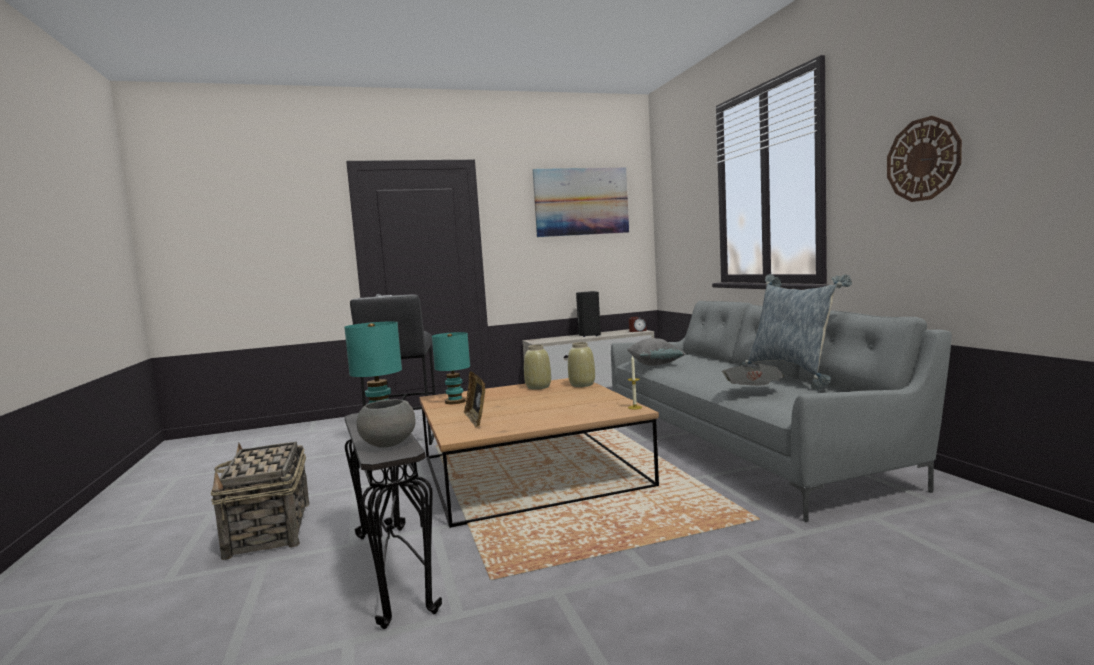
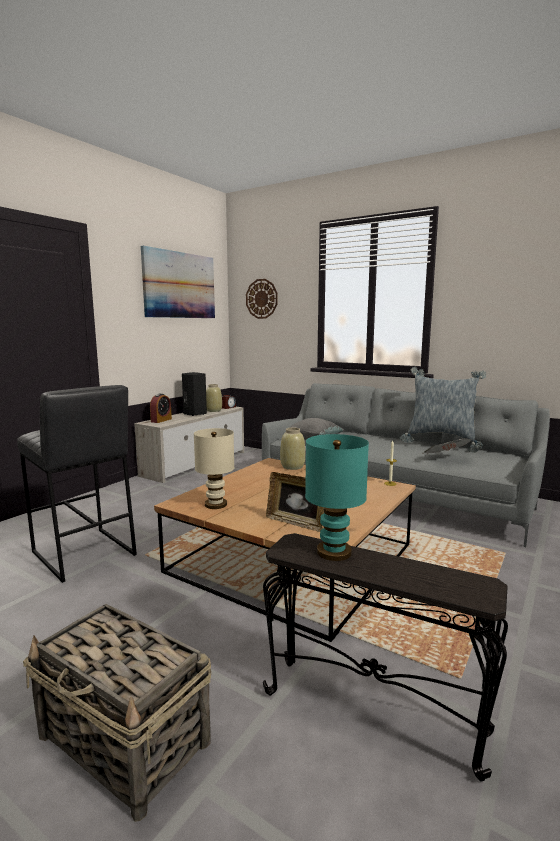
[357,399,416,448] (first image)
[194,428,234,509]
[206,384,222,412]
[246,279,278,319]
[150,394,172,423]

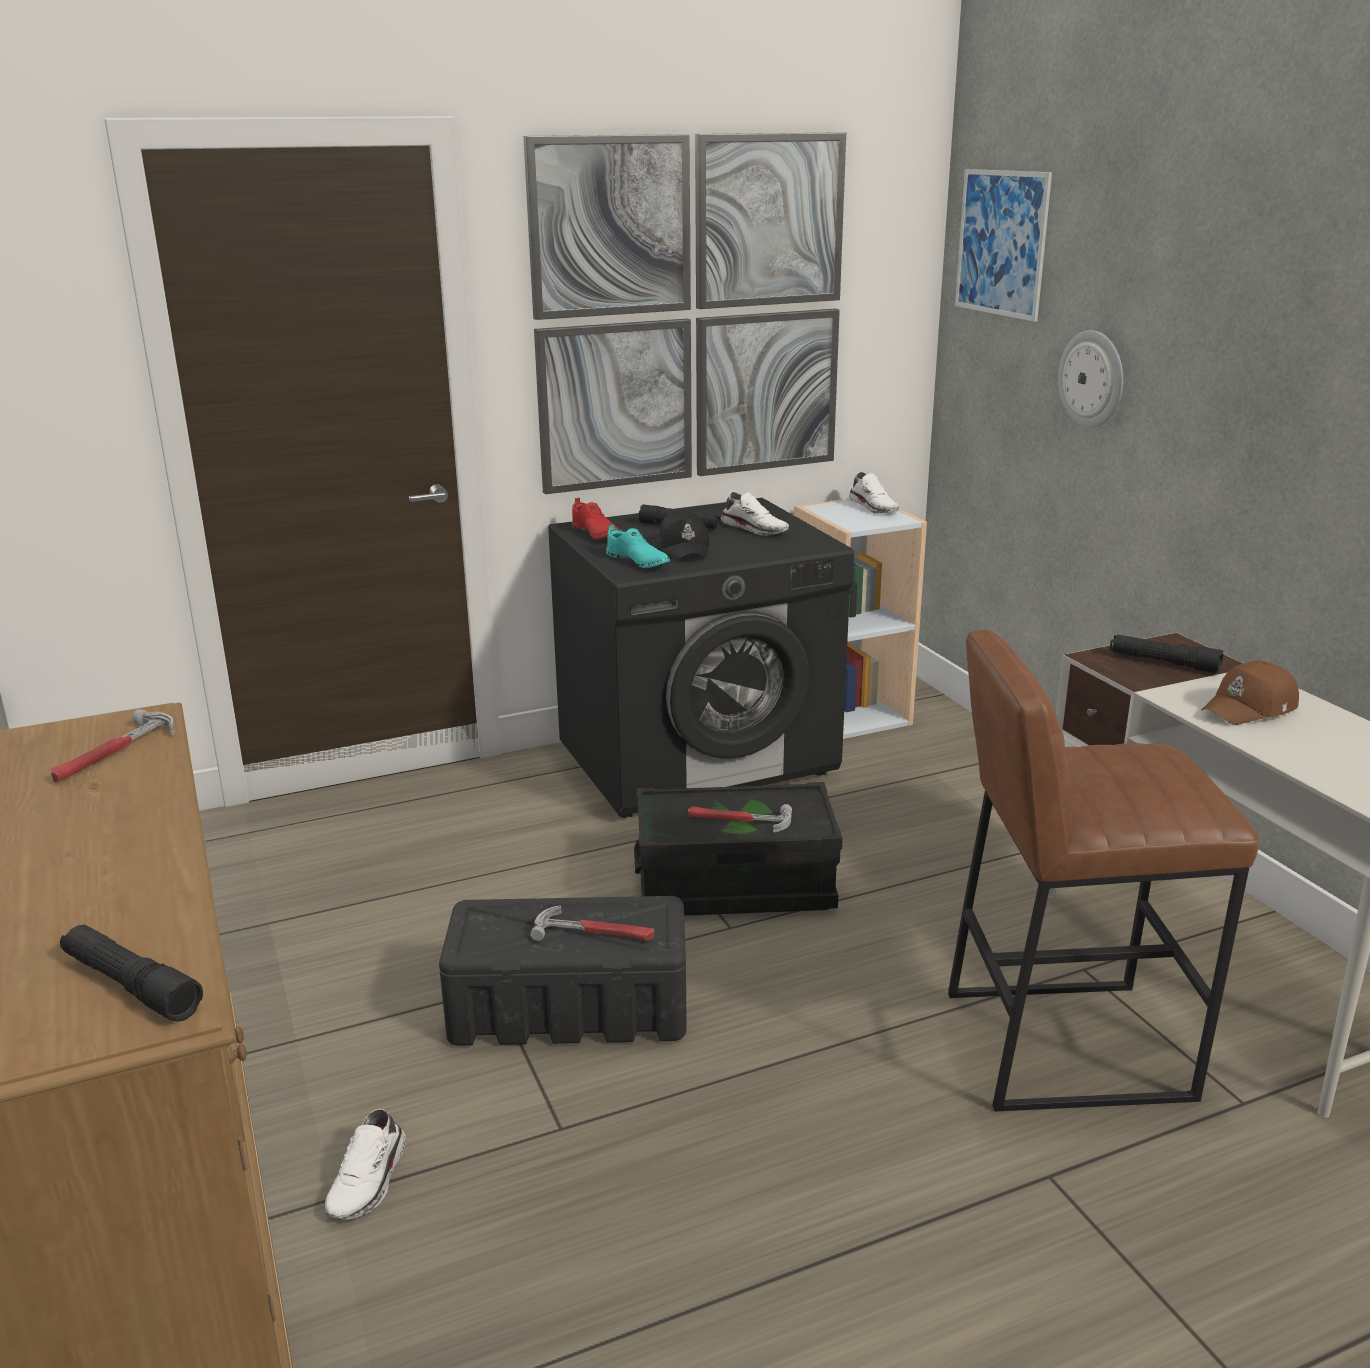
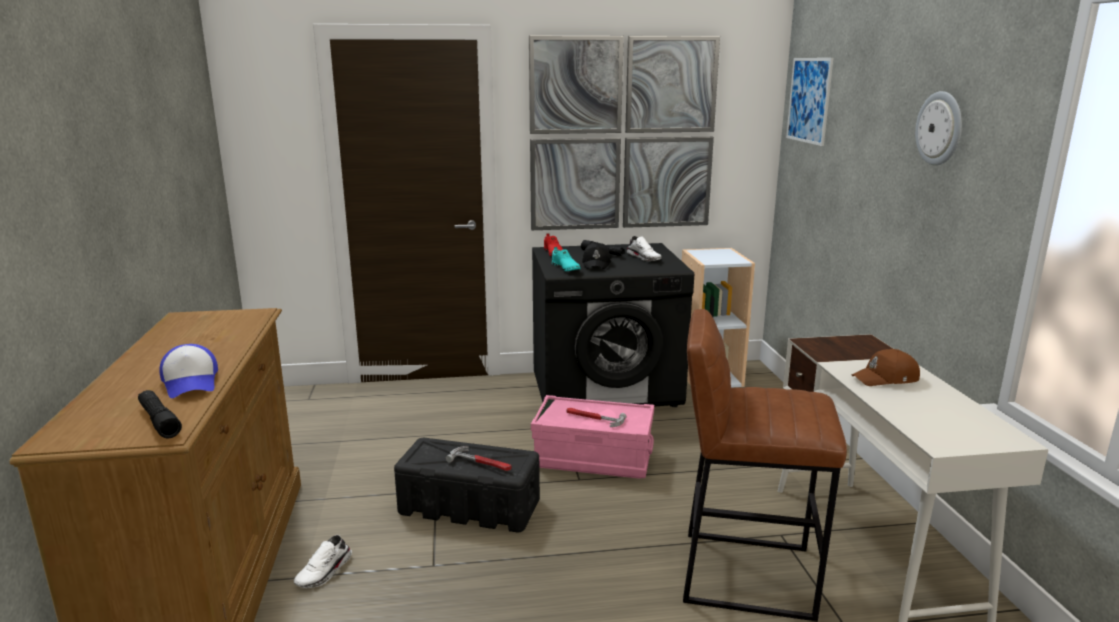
[51,709,175,782] (first image)
[531,395,654,479]
[849,472,899,514] (first image)
[915,91,962,166]
[1110,634,1224,674] (first image)
[159,344,218,398]

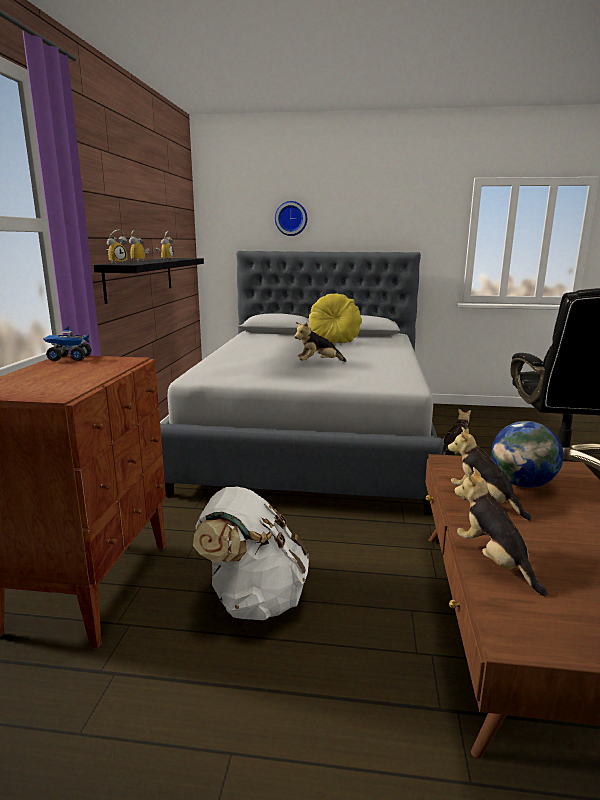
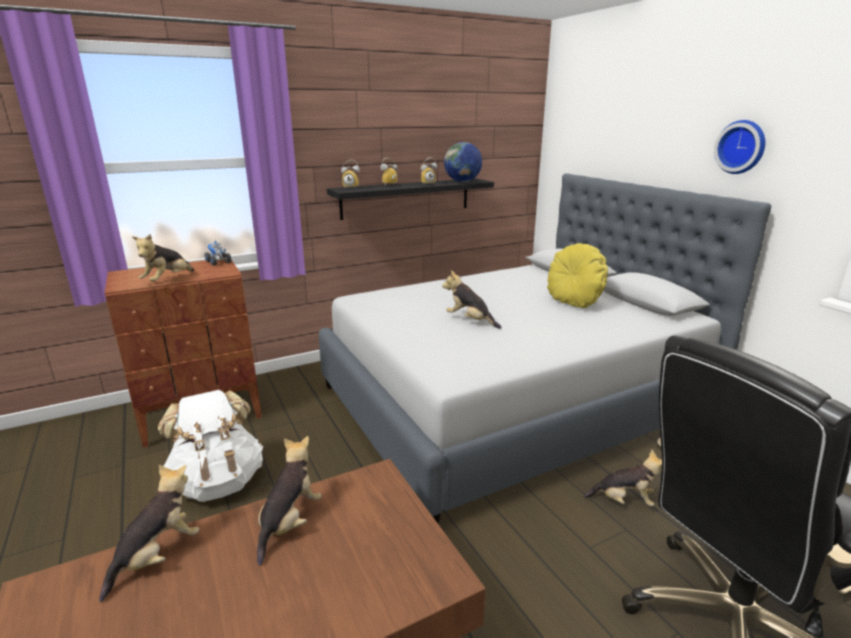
[714,120,765,174]
[444,142,482,182]
[132,234,194,282]

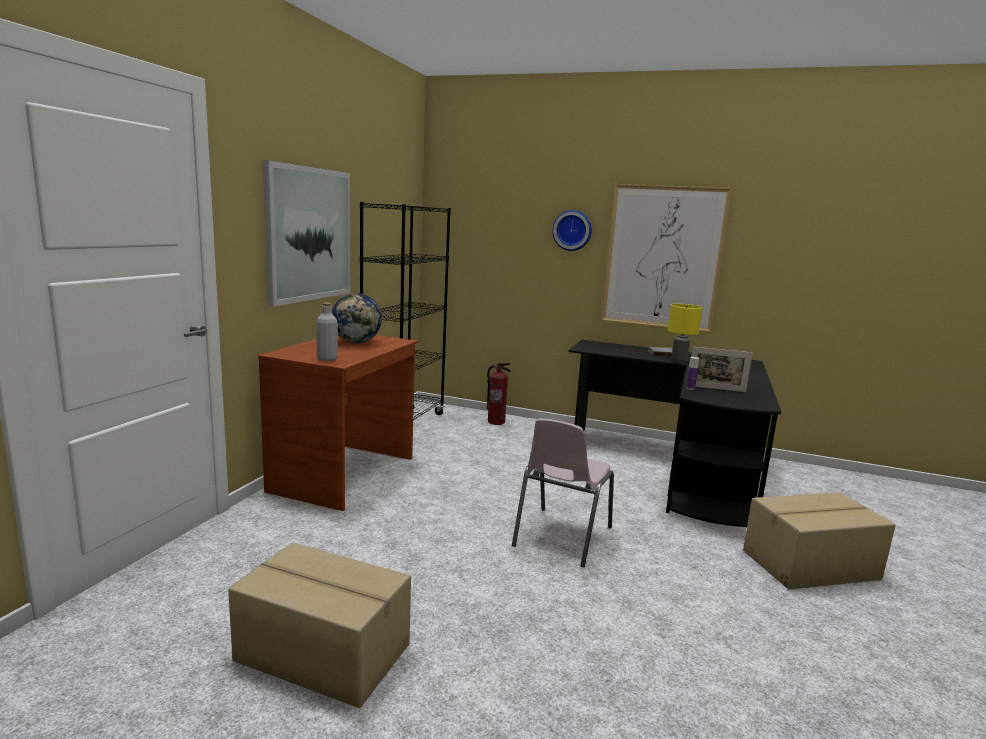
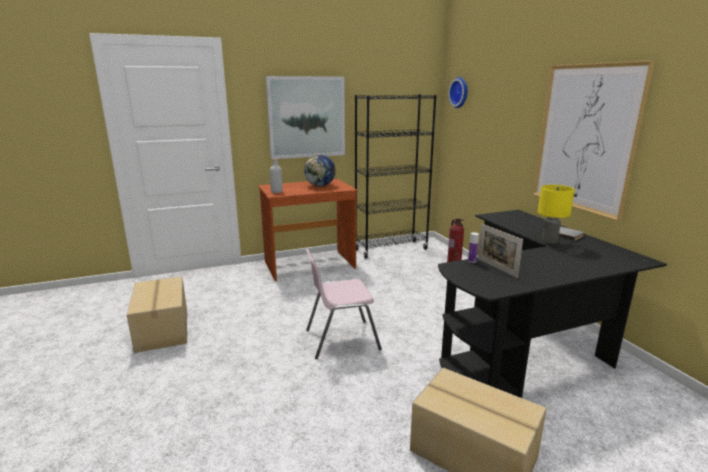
[448,77,468,108]

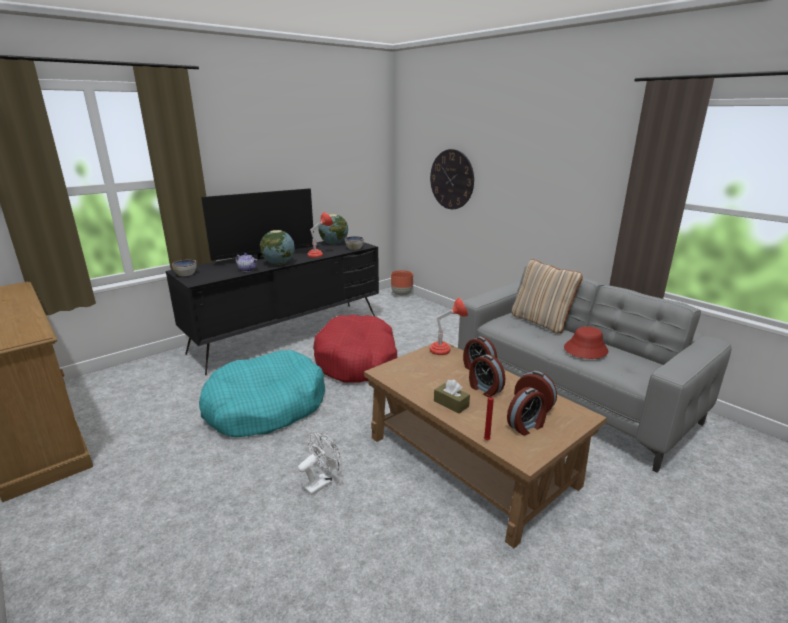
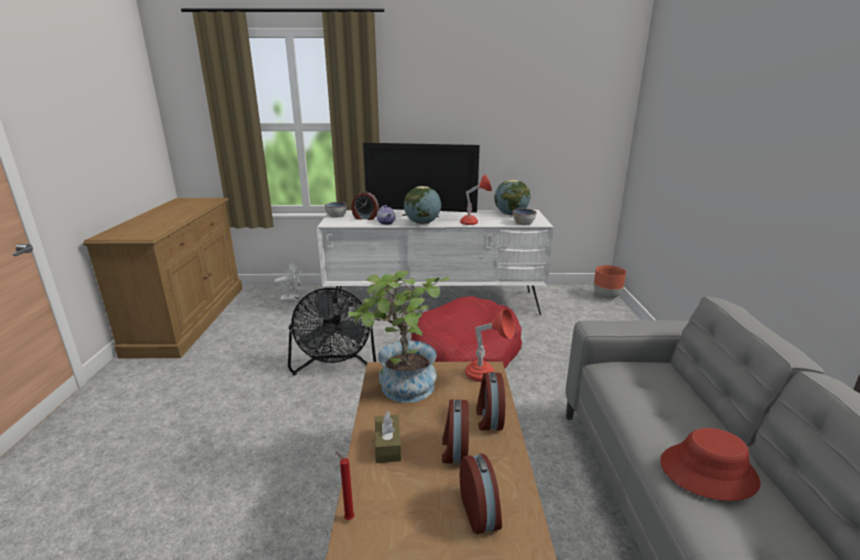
[317,210,554,315]
[288,288,376,376]
[275,263,303,301]
[430,149,474,209] (first image)
[352,191,379,220]
[512,259,583,334] (first image)
[348,271,449,403]

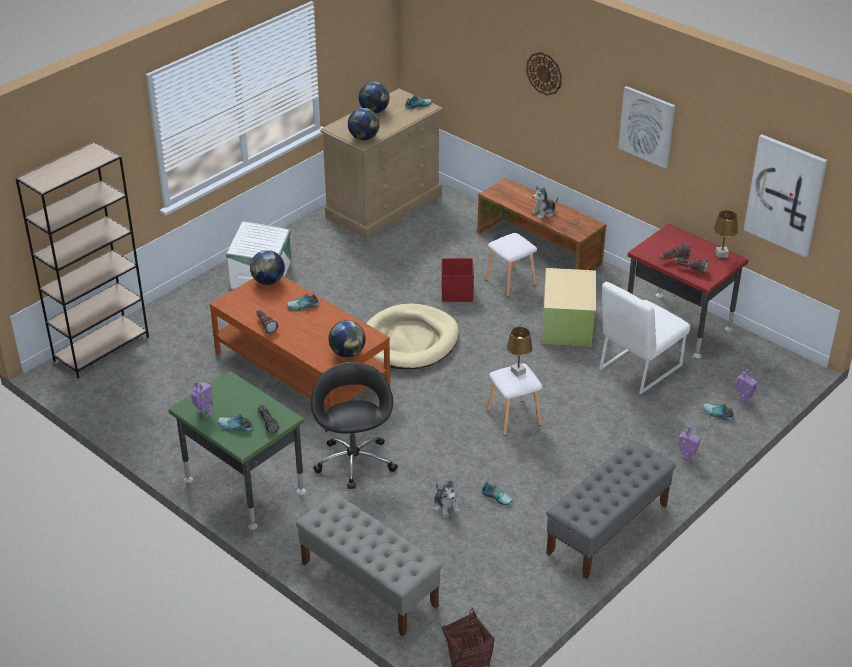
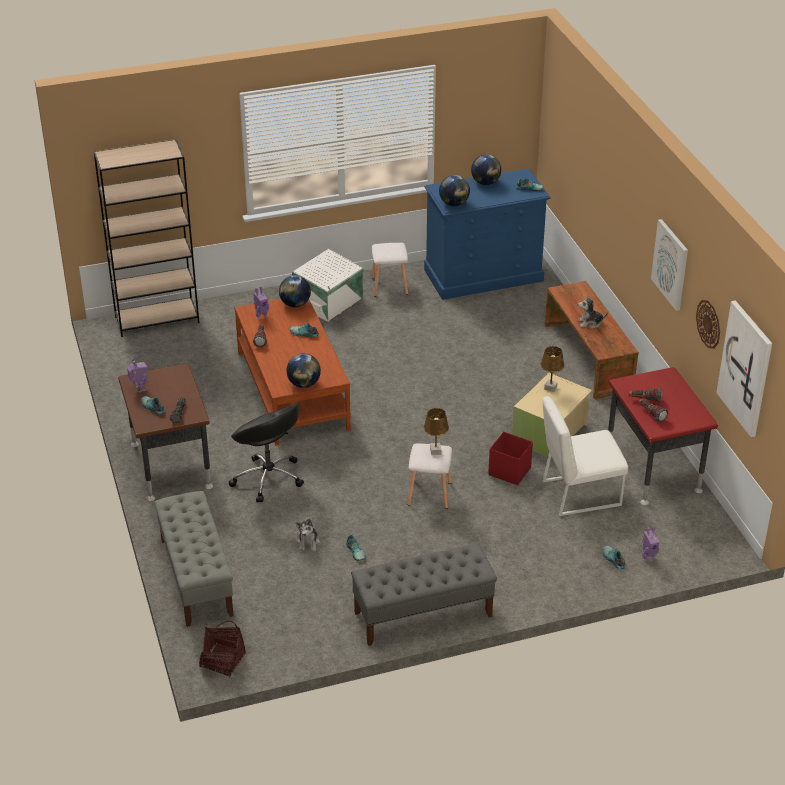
[118,363,213,501]
[229,403,304,502]
[424,169,551,300]
[366,304,459,369] (first image)
[488,432,533,485]
[371,243,408,297]
[696,300,720,349]
[253,286,269,320]
[541,346,564,392]

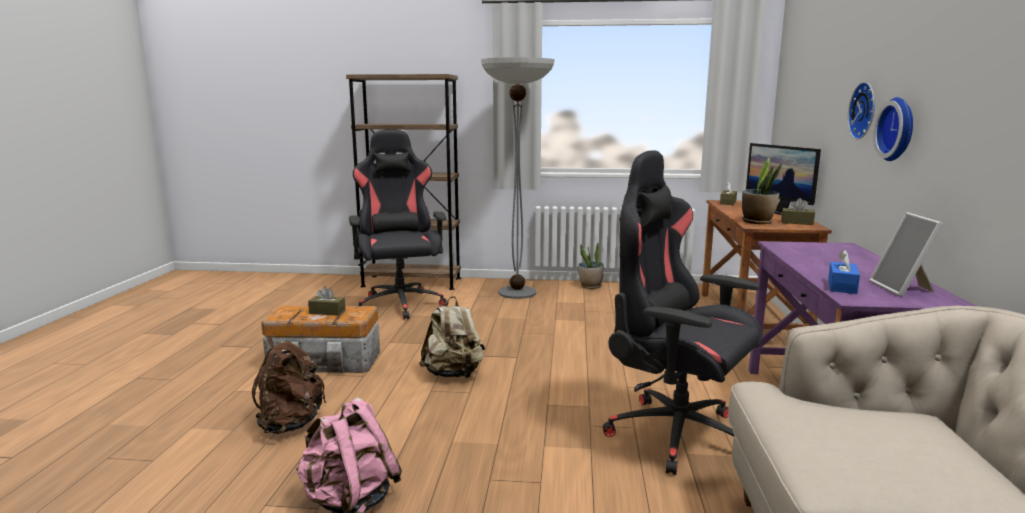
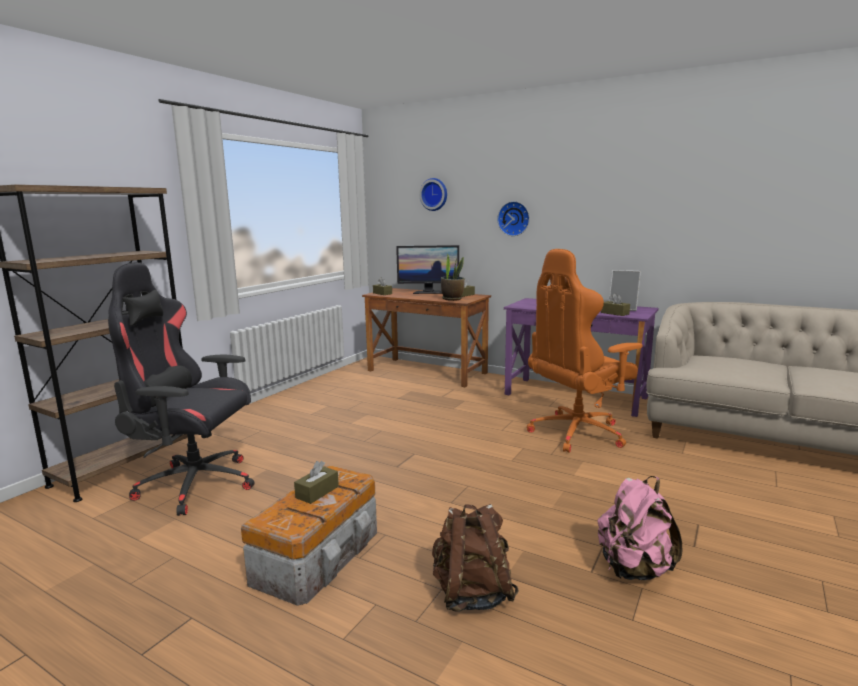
[419,296,485,378] (first image)
[481,57,555,299] (first image)
[578,244,604,289] (first image)
[527,249,642,453]
[601,293,630,316]
[419,178,447,211]

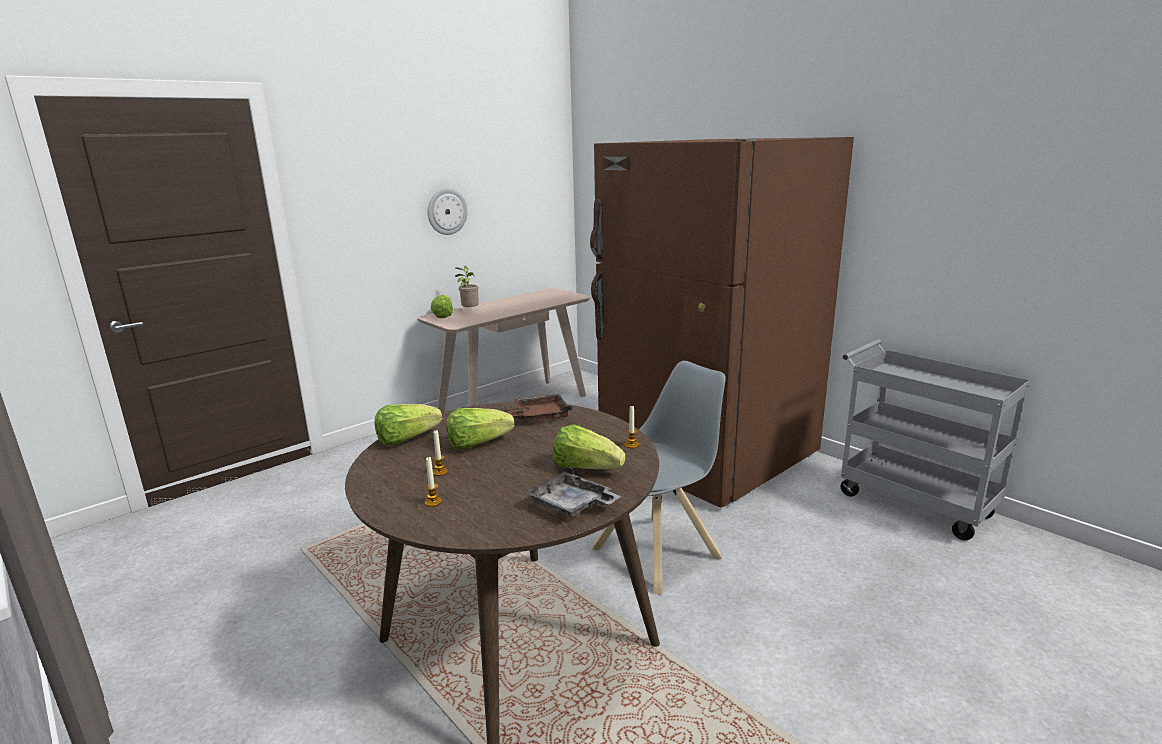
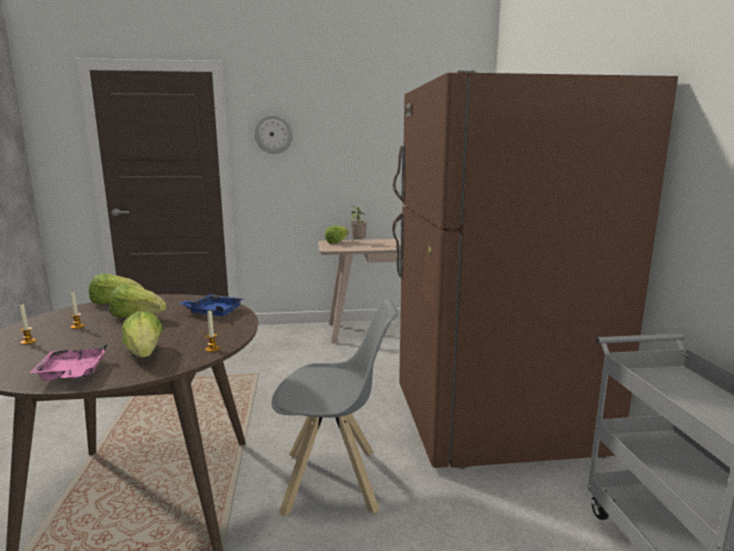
[254,115,293,154]
[179,294,244,317]
[30,343,107,381]

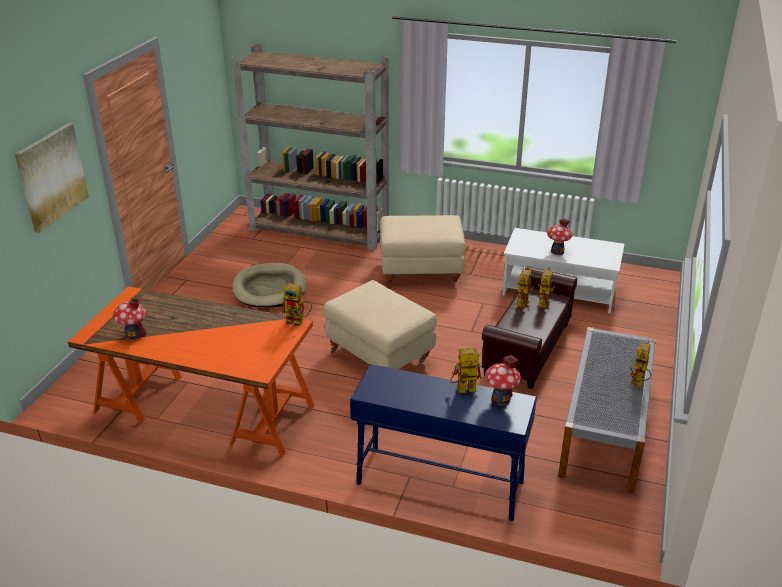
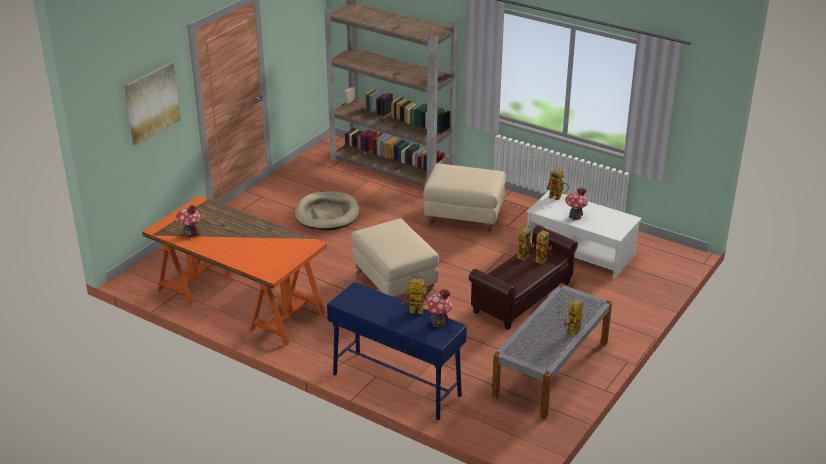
[546,168,569,200]

